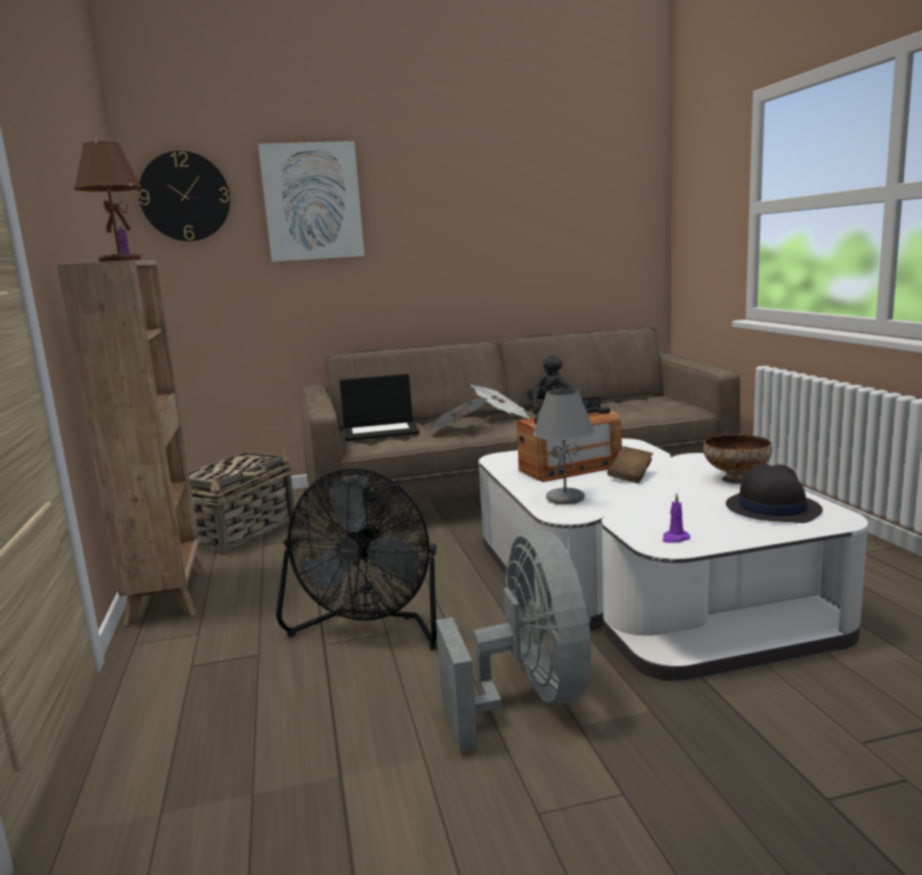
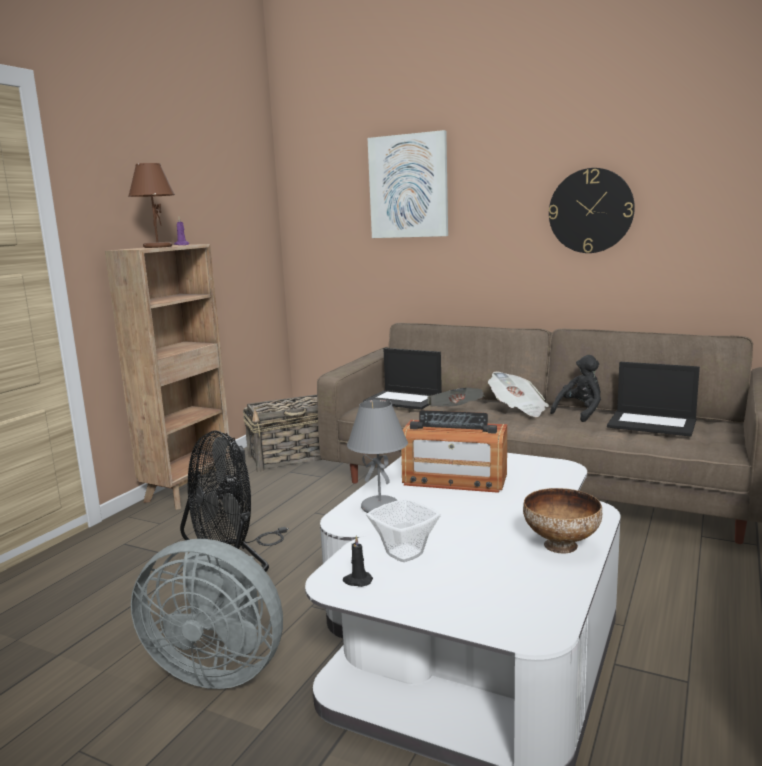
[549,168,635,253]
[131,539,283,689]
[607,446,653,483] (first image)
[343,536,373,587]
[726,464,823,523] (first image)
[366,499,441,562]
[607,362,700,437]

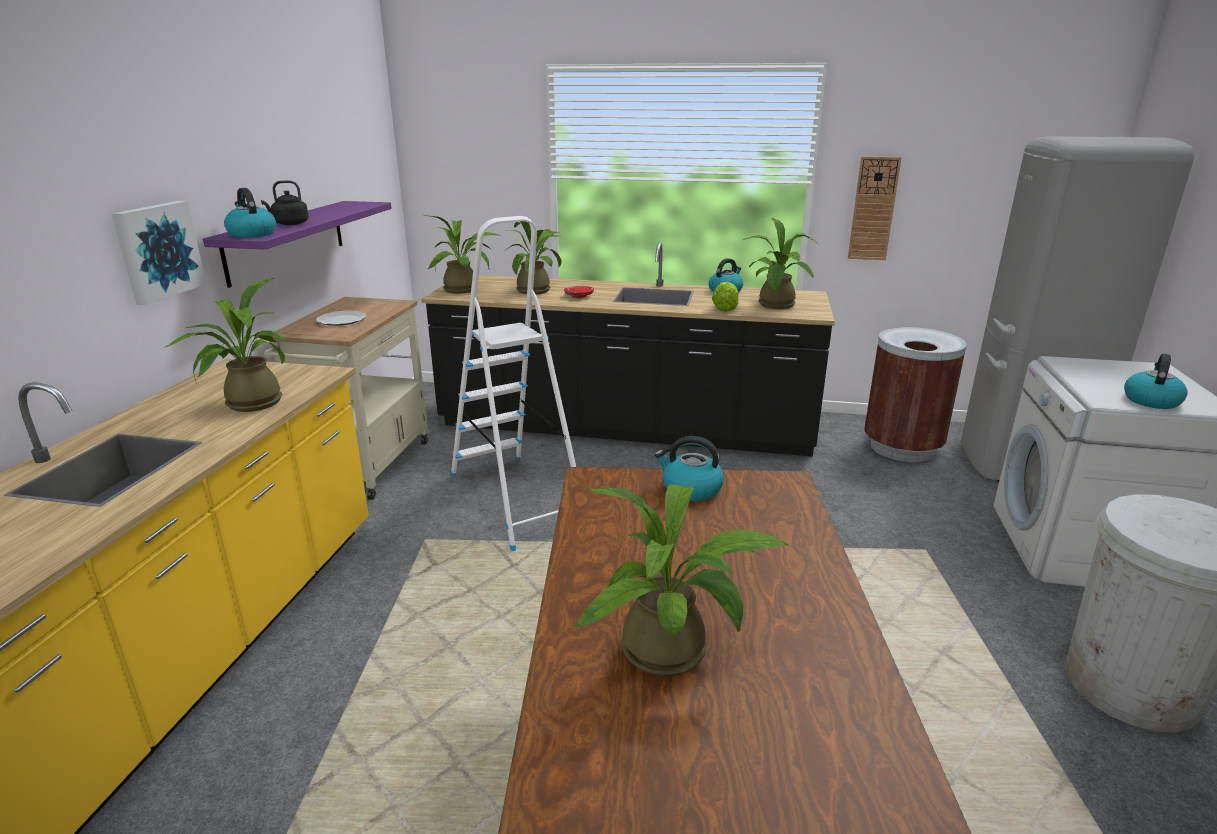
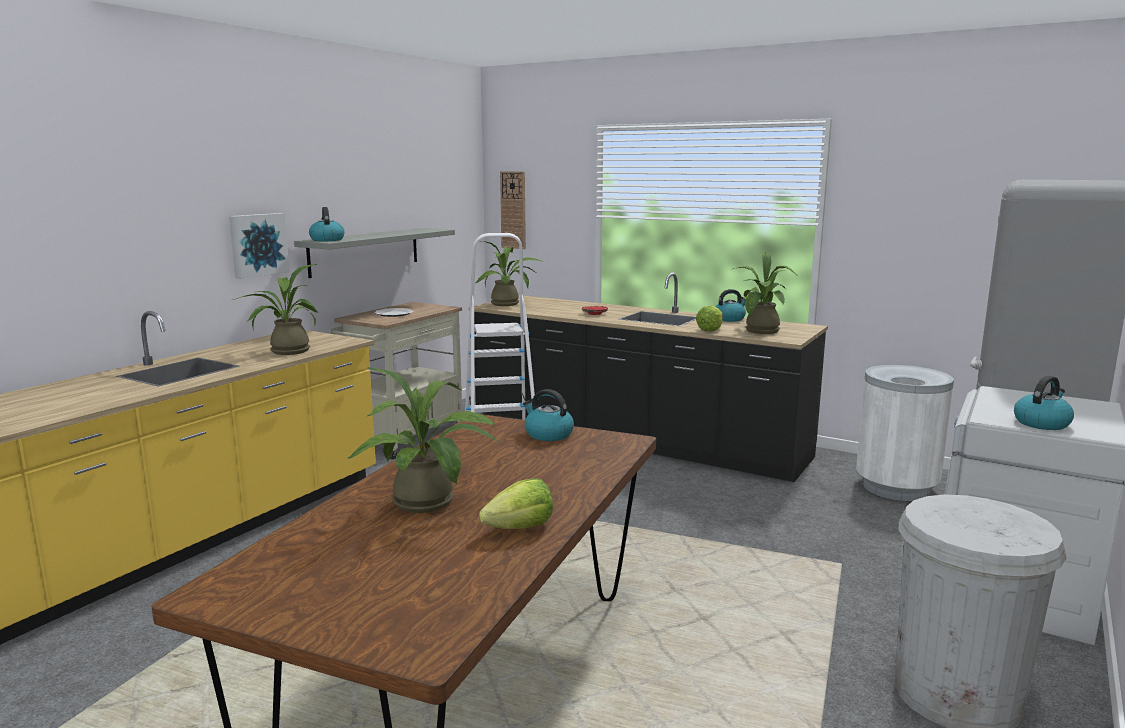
[294,228,455,278]
[261,180,309,225] (first image)
[503,221,562,294] (first image)
[500,171,526,249]
[856,365,954,501]
[479,478,553,529]

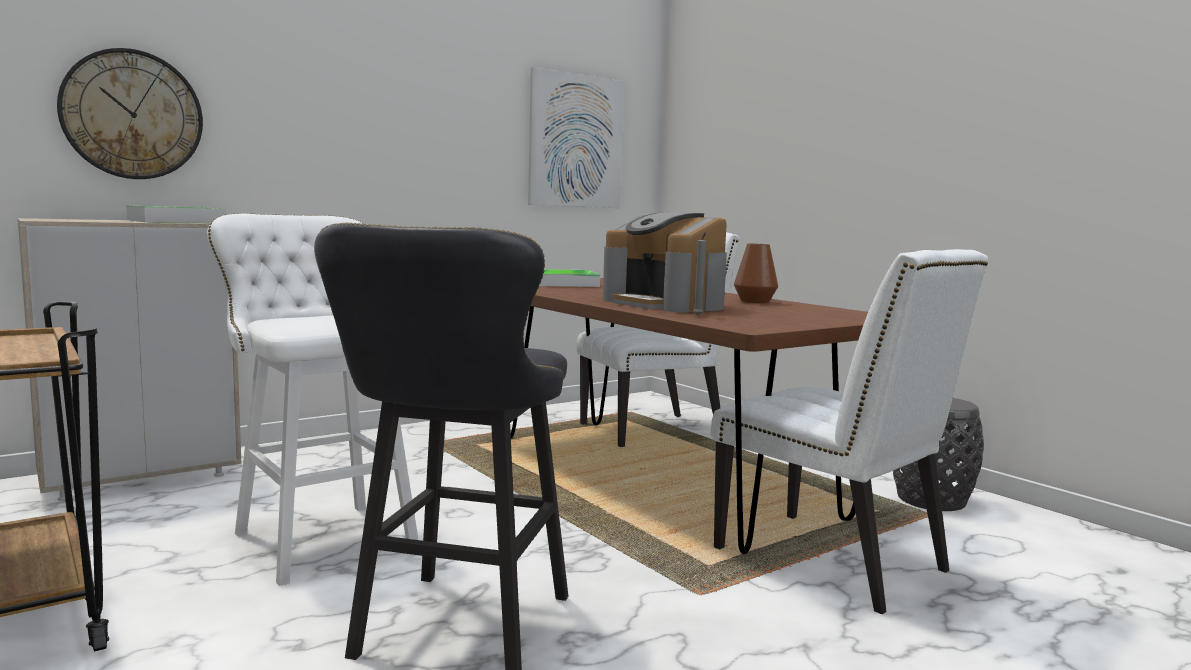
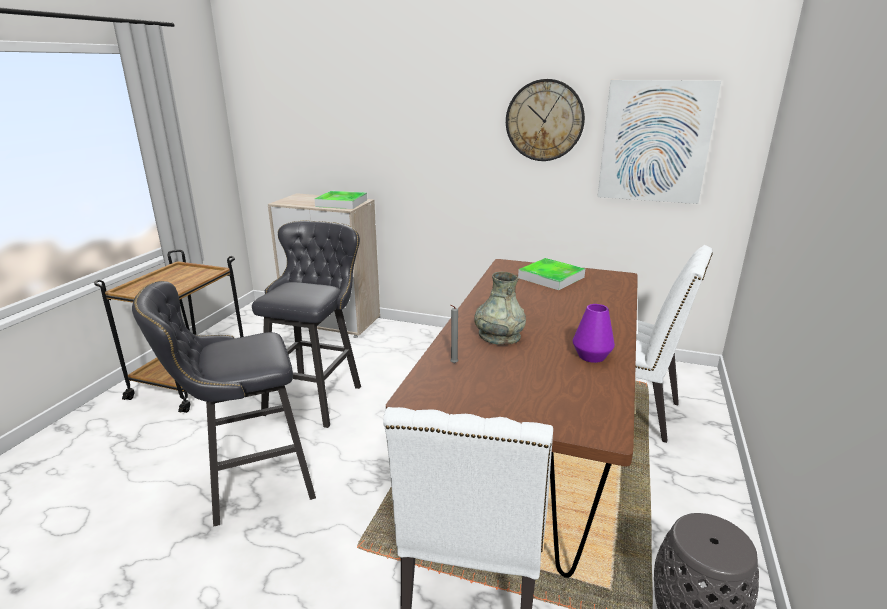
[506,79,585,161]
[252,220,361,428]
[474,272,526,345]
[573,304,615,363]

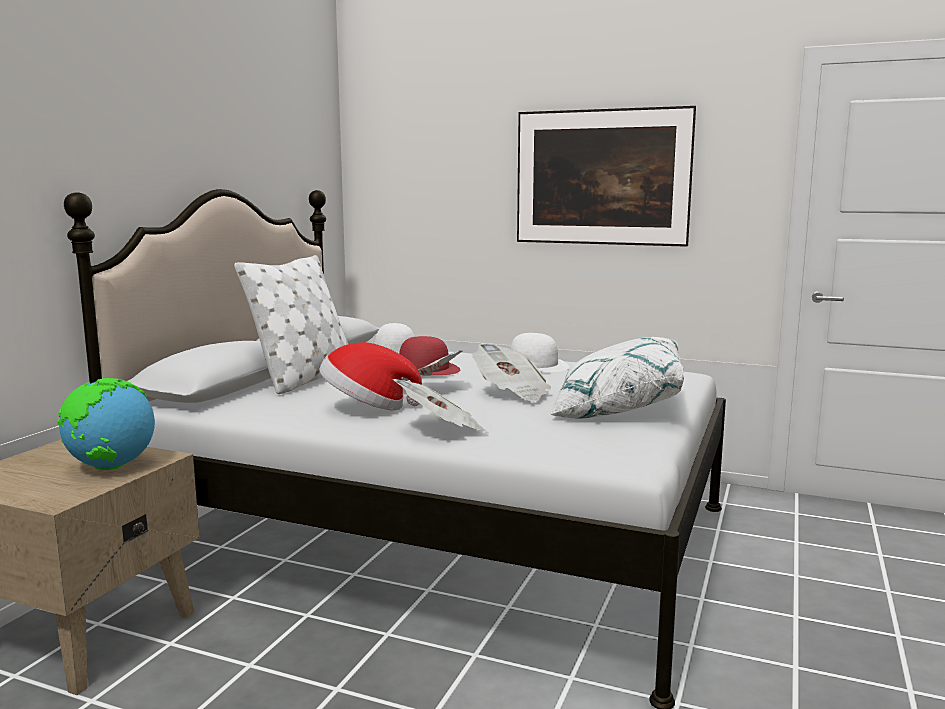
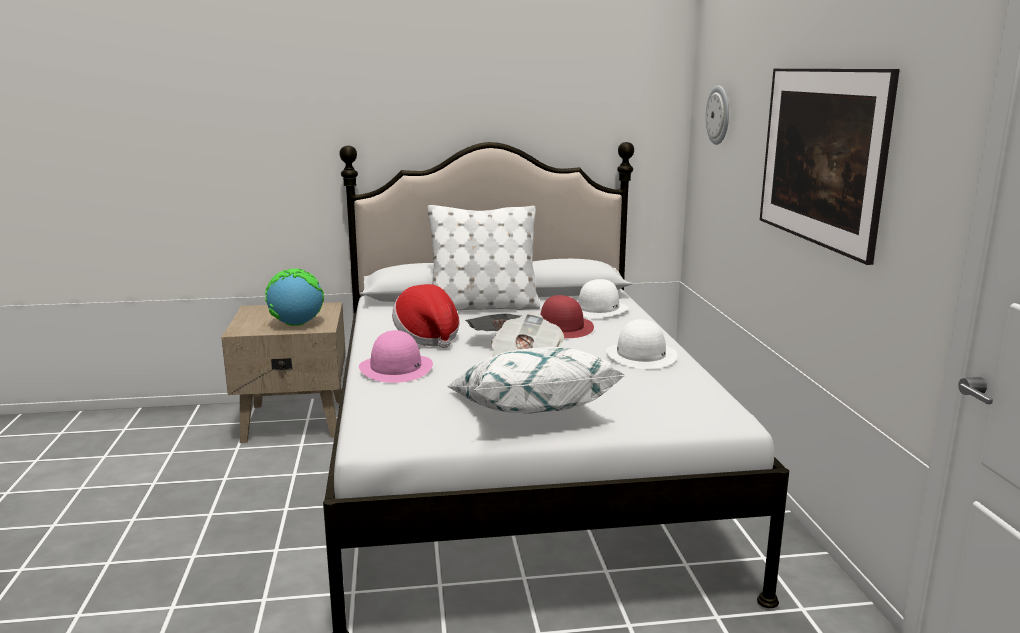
[359,330,433,383]
[706,86,729,145]

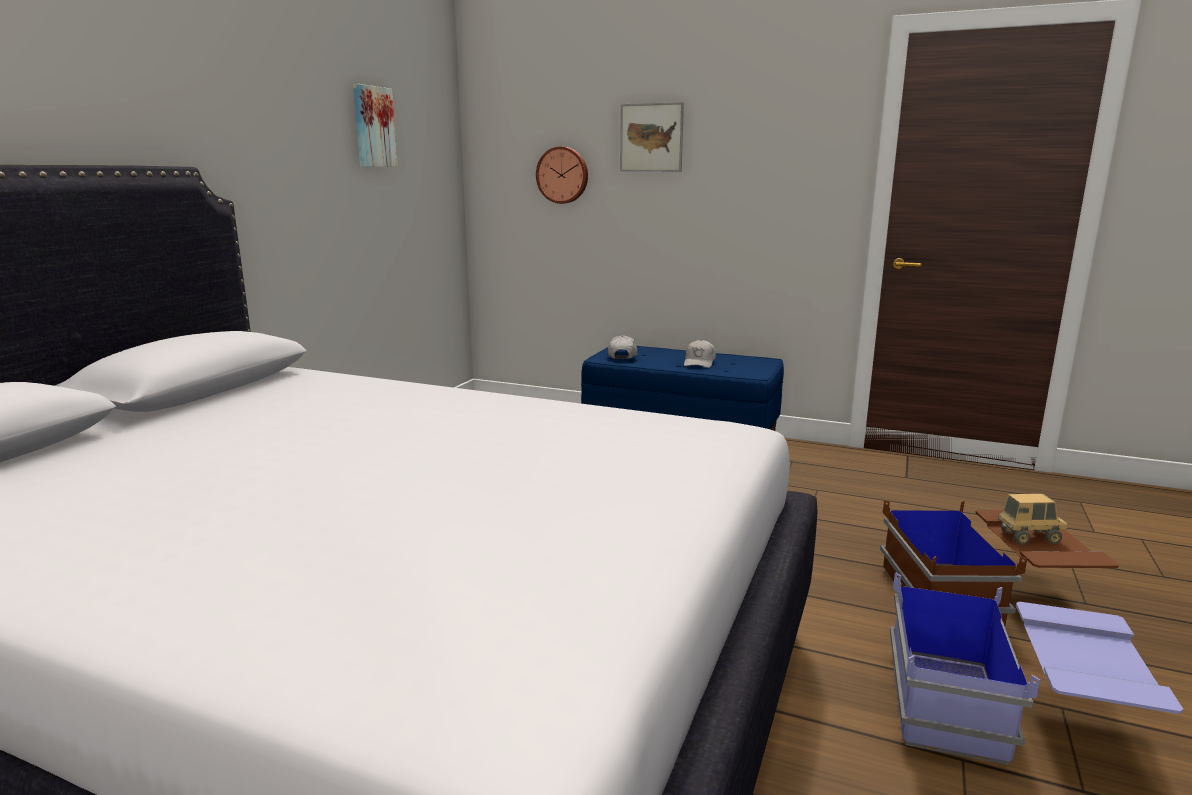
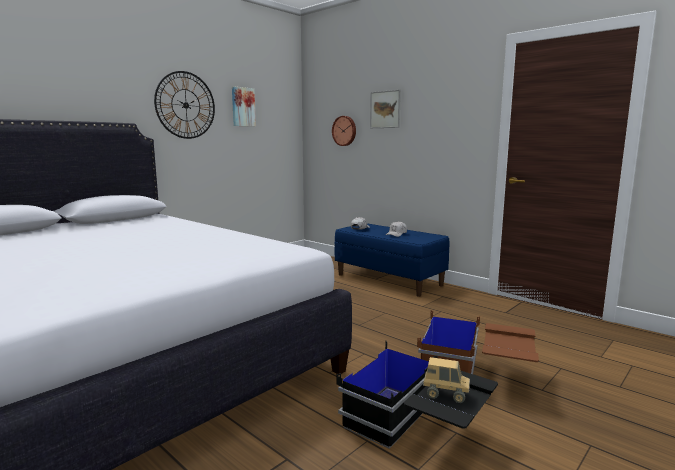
[337,341,498,449]
[423,357,470,403]
[154,71,215,139]

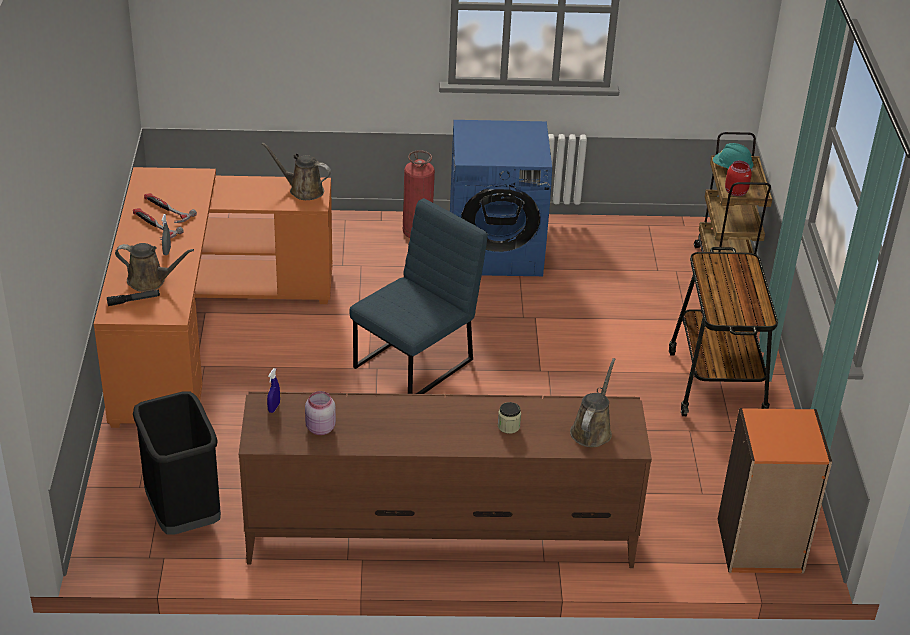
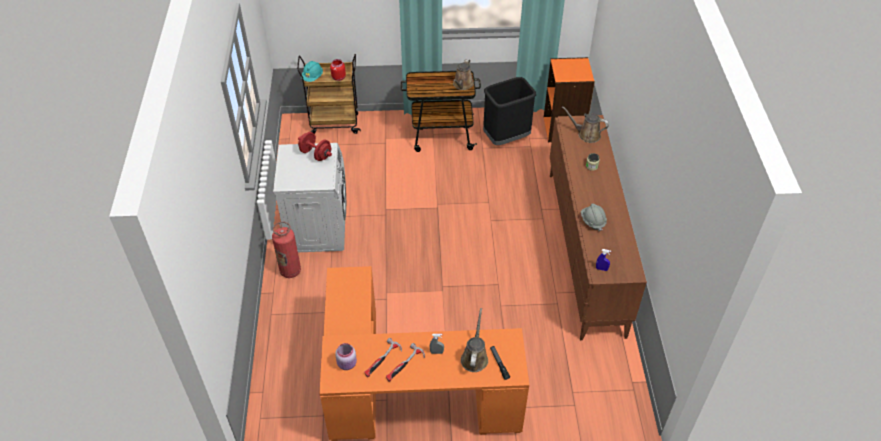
[483,77,536,145]
[453,59,474,90]
[335,343,357,370]
[349,198,488,394] (first image)
[273,143,346,252]
[298,132,332,161]
[581,204,607,231]

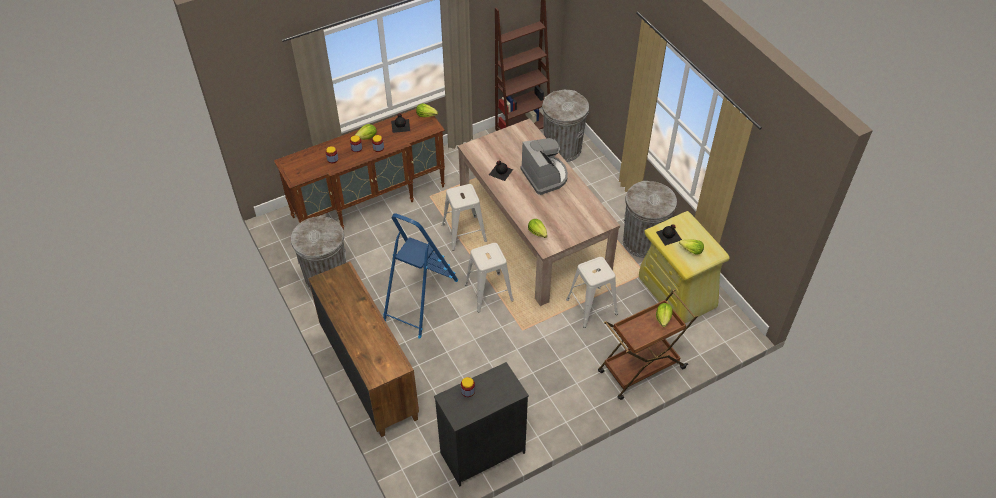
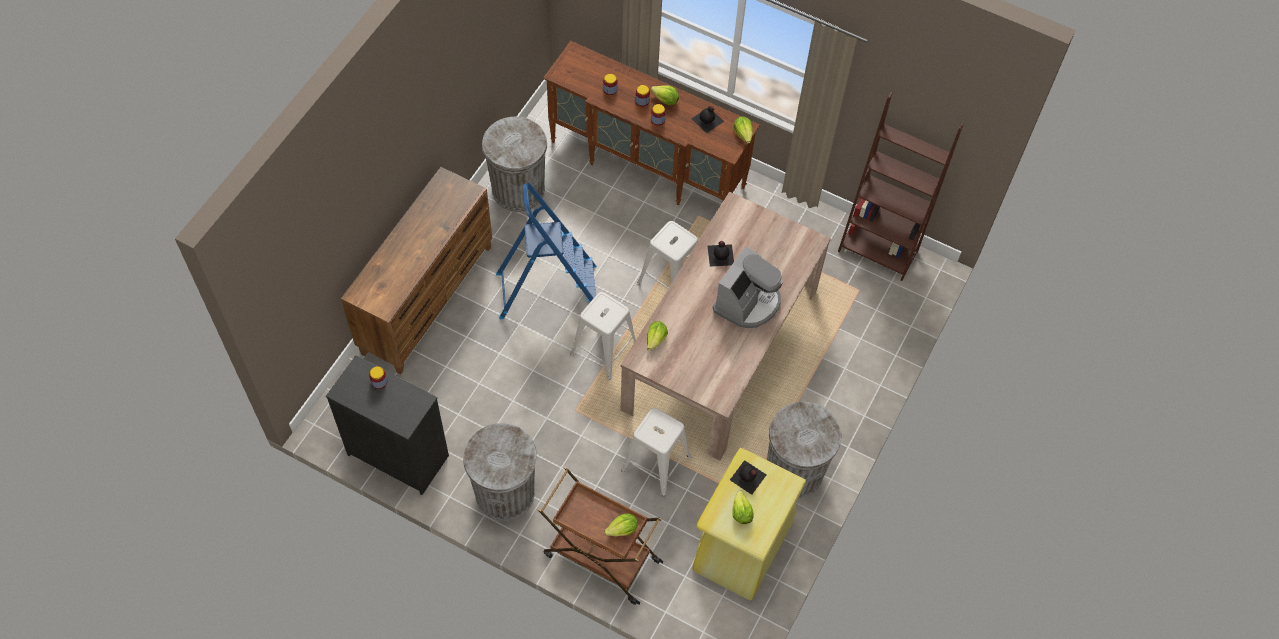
[463,423,537,521]

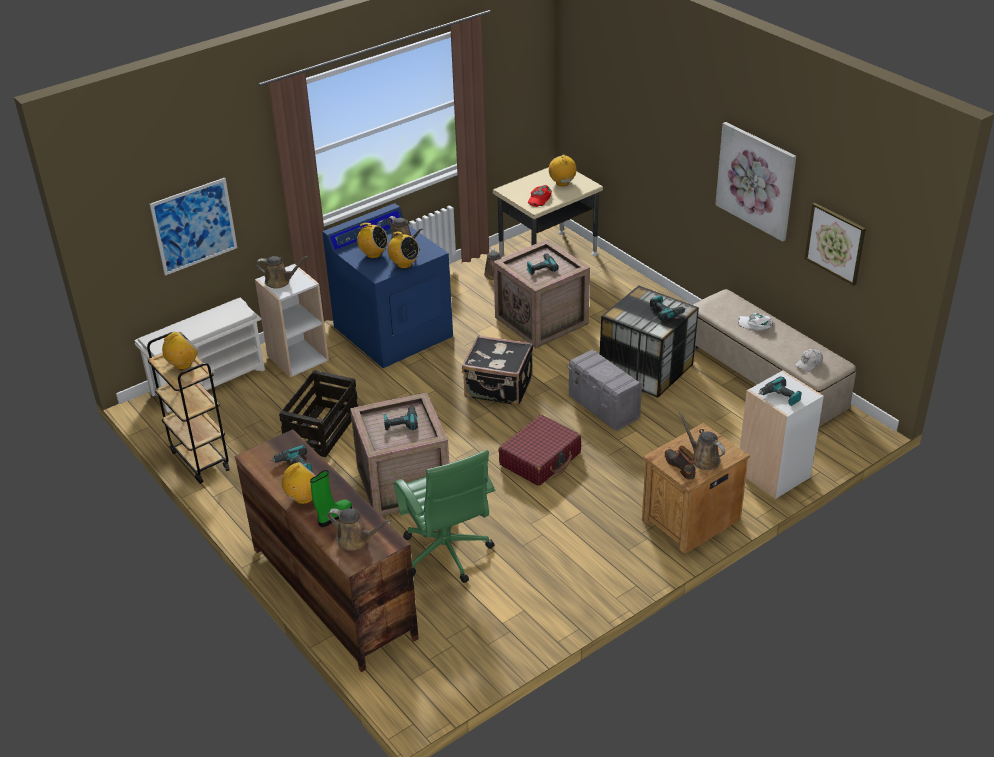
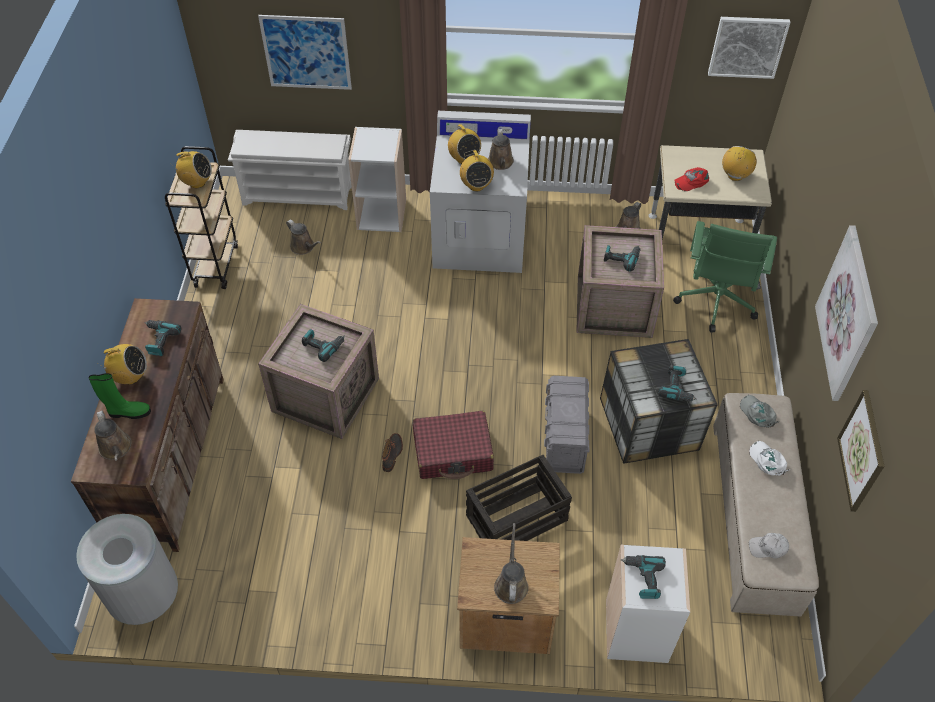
[286,220,321,255]
[466,455,572,541]
[430,111,531,273]
[673,221,777,332]
[462,335,533,406] (first image)
[382,433,403,472]
[76,514,178,625]
[708,17,790,79]
[740,395,779,428]

